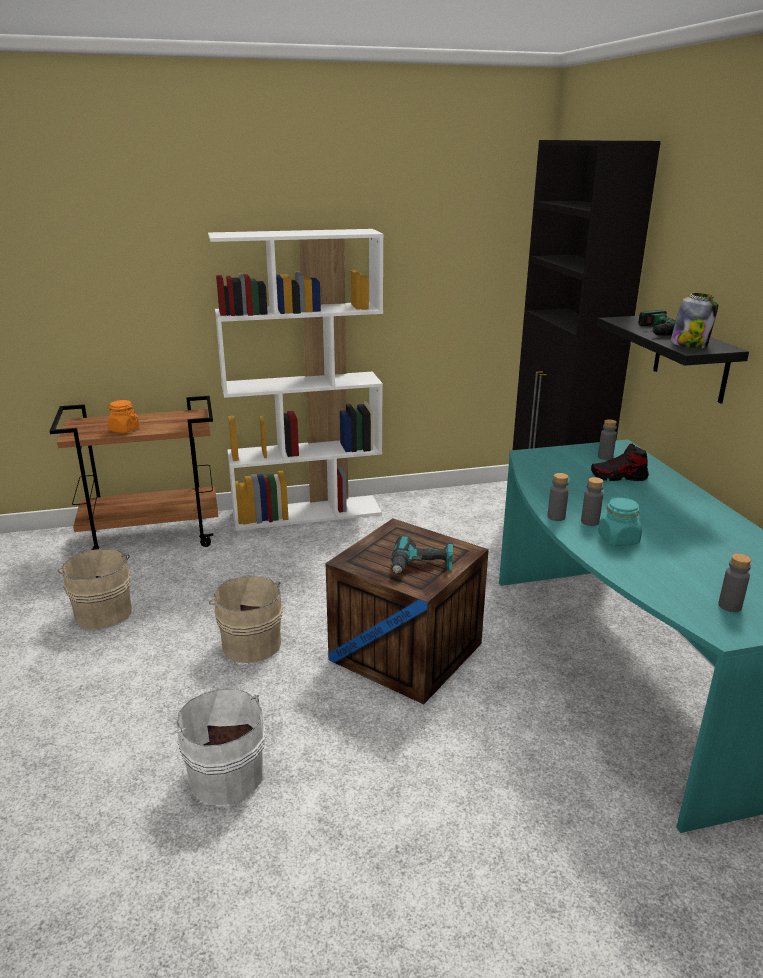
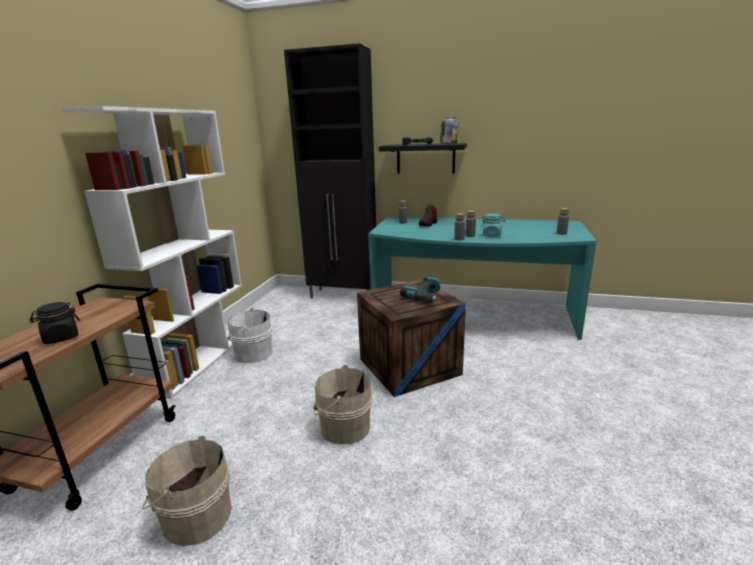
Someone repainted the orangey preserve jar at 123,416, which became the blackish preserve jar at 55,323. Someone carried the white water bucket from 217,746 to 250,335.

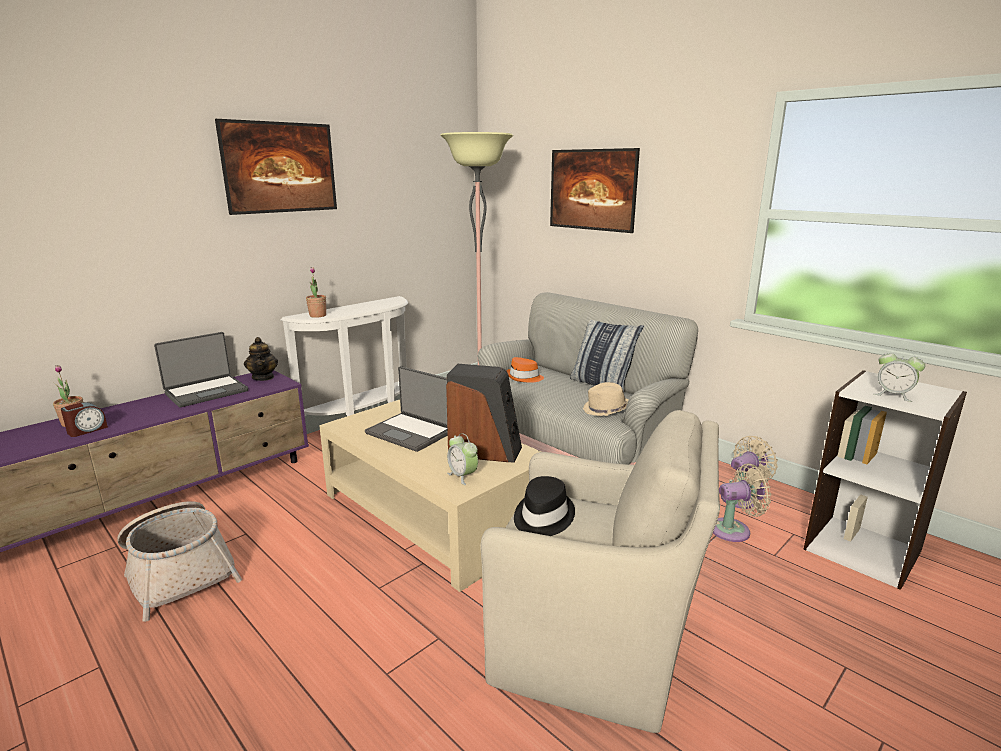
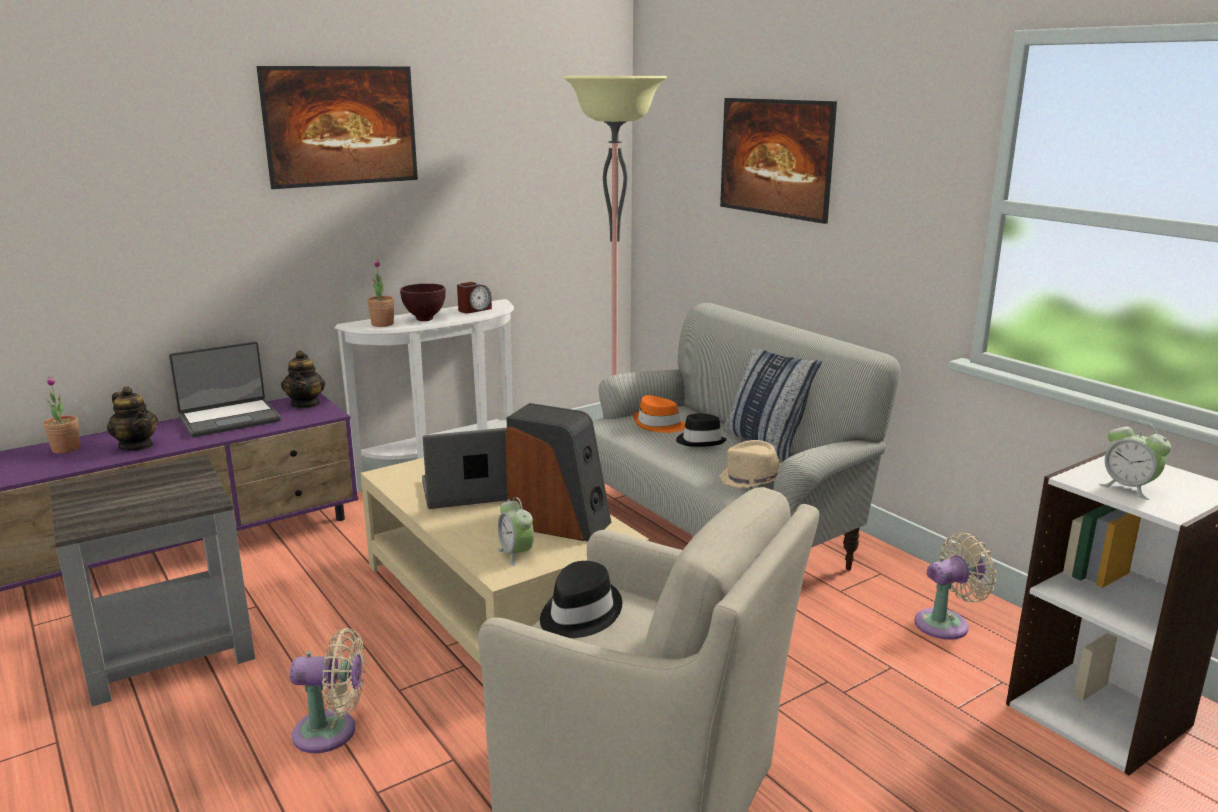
Someone swapped the storage basket at 179,561 for the grey accent table at 152,581. Someone put down the pot for tea at 132,418. Someone carried the sand-coloured fan from 742,503 to 327,690. Someone put down the brown-coloured bowl at 423,302. Someone rotated the laptop at 406,409 by 120 degrees clockwise. Someone carried the alarm clock from 84,419 to 474,297. Someone put down the blackish clothing hat at 701,430.

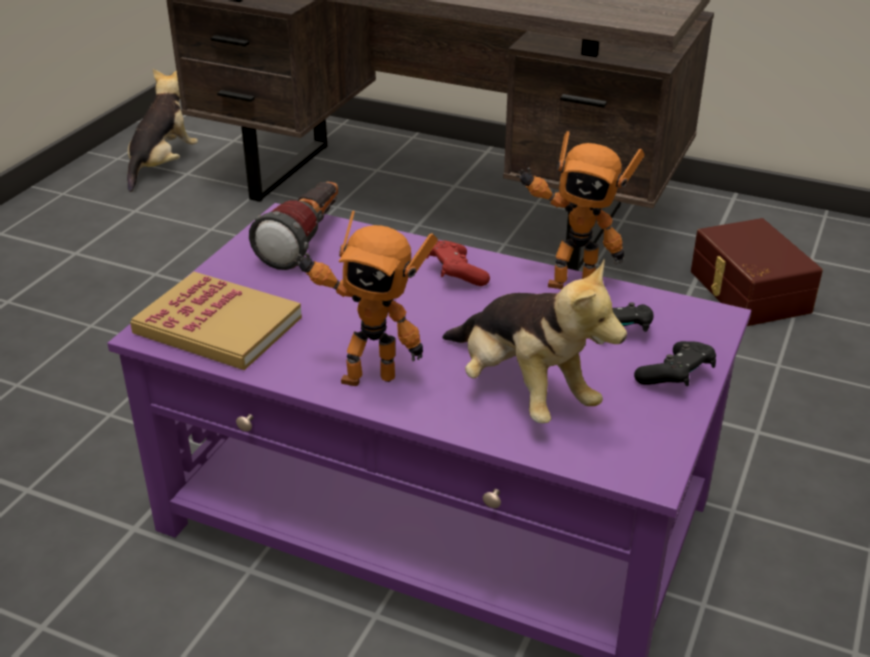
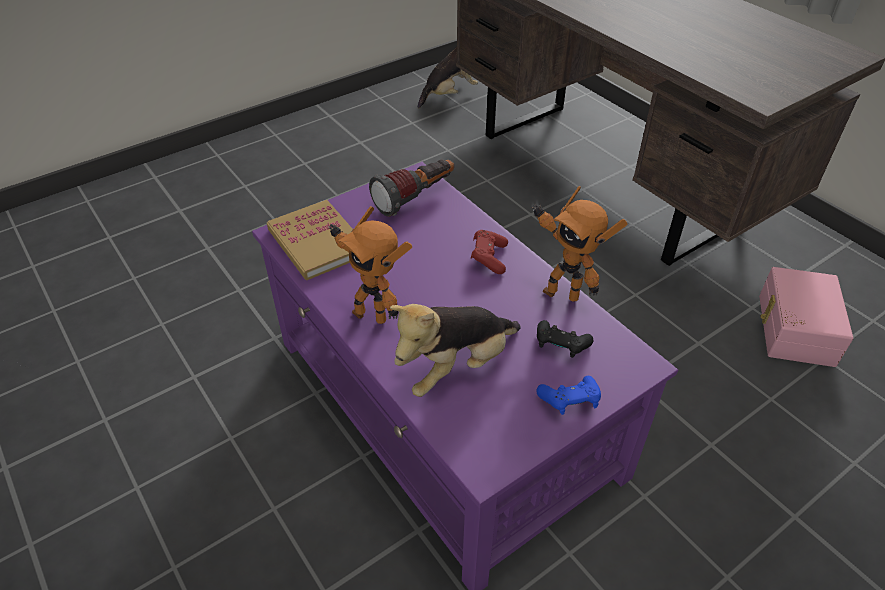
Someone rotated the soft toy at 534,341 by 60 degrees clockwise. Someone repainted the blackish game controller at 675,363, which became the blue-coloured game controller at 568,395. Someone repainted the brown-coloured storage box at 757,272, which became the pink-coloured storage box at 806,317.

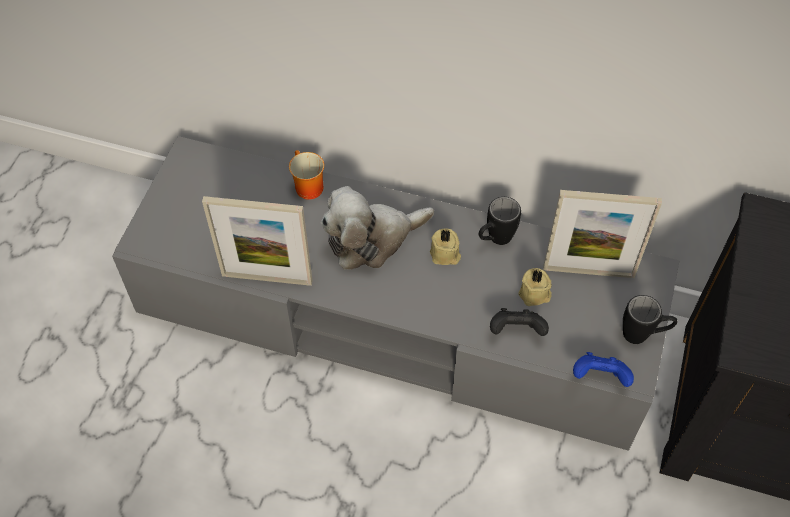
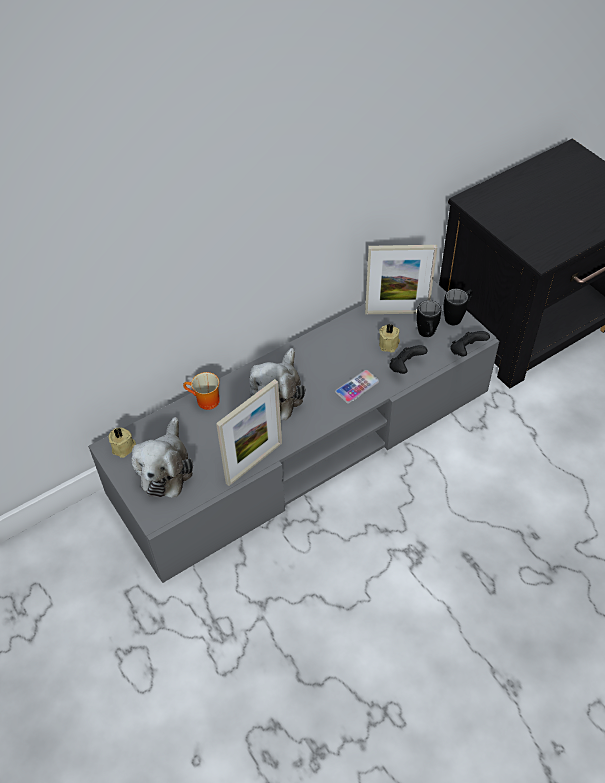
Someone carried the sand-coloured wax light from 445,246 to 122,442. Someone put down the soft toy at 162,457. Someone put down the telephone at 357,387. Someone rotated the picture frame at 602,234 by 45 degrees clockwise. Someone carried the blackish mug from 500,221 to 428,318. Someone repainted the blue-coloured game controller at 603,369, which became the blackish game controller at 470,343.

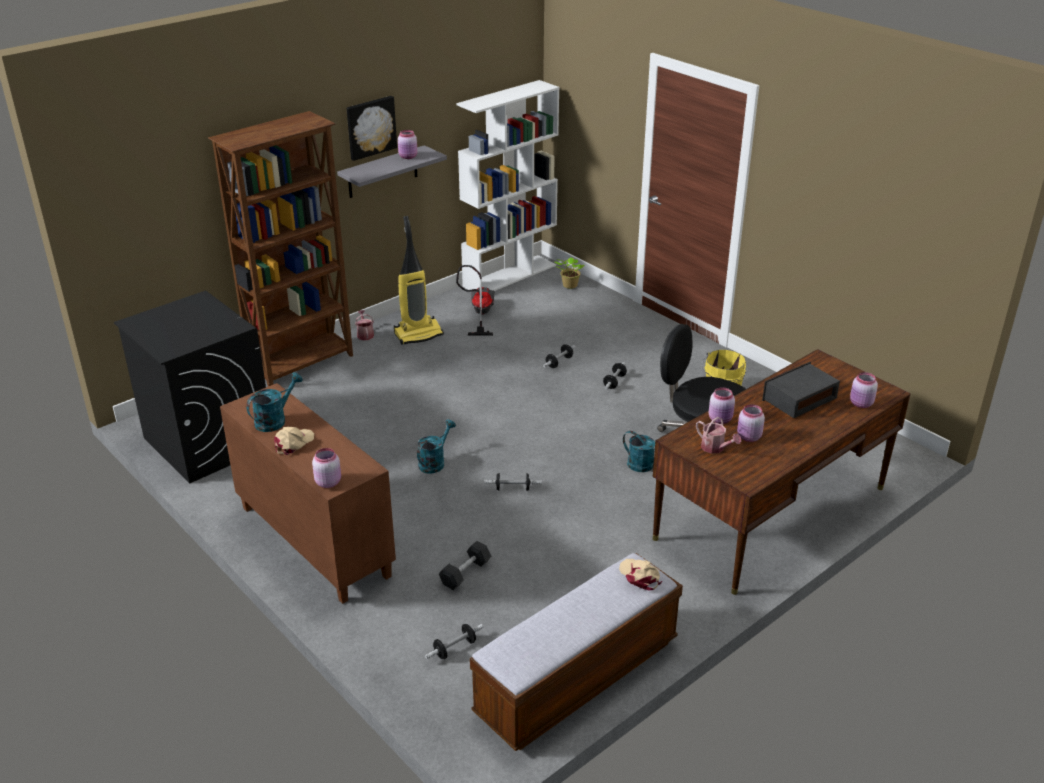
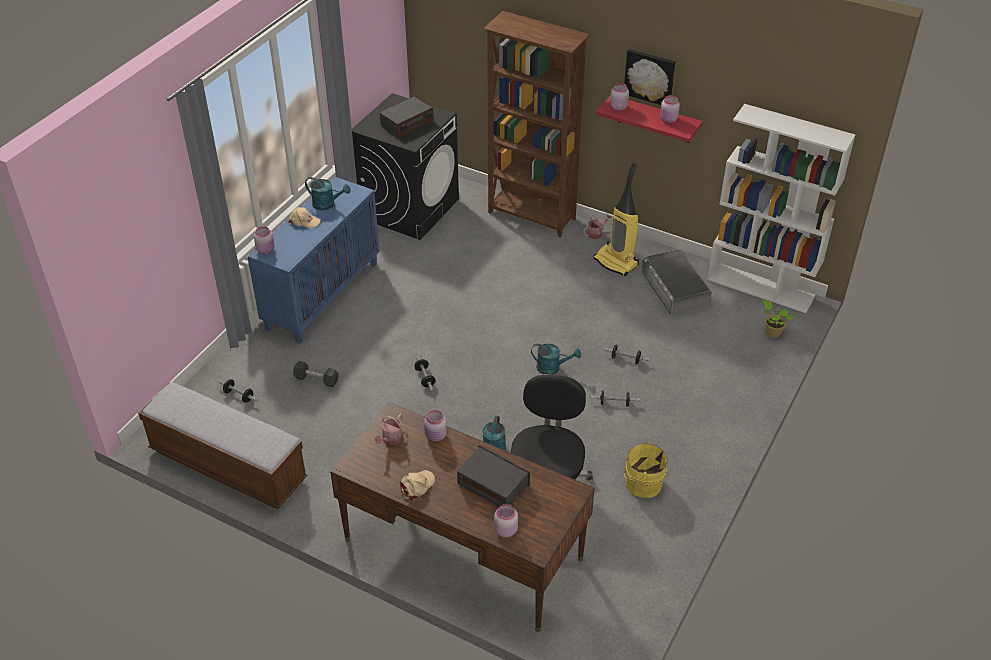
Someone repainted the brown-coloured cupboard at 308,493, which became the blue-coloured cupboard at 313,260. Someone put down the radio at 407,117. Someone carried the sand-coloured peaked cap from 641,575 to 417,485. Someone carried the blue-green sprinkling can from 436,446 to 556,358. Someone repainted the grey bracket shelf at 392,171, which became the reddish bracket shelf at 649,119. Someone carried the pink-coloured preserve jar from 751,423 to 619,97. Someone swapped the hoover at 475,300 for the grey storage box at 677,282.

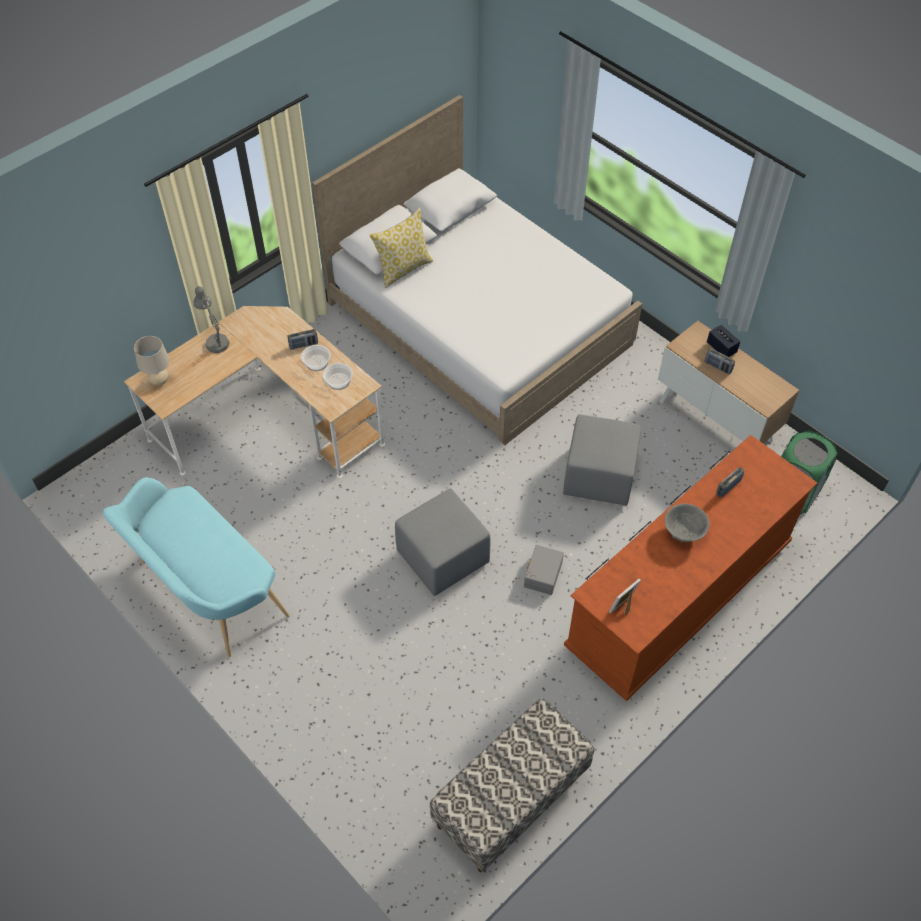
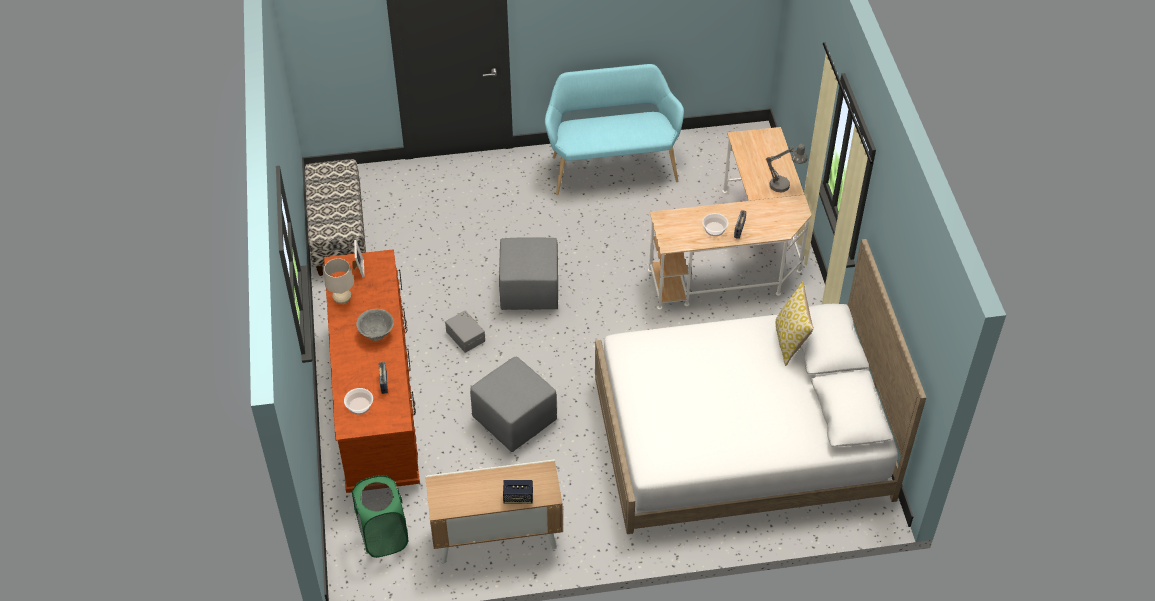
Someone carried the sand-coloured lamp for a table from 152,361 to 339,281. Someone carried the bowl from 338,376 to 358,401. Someone took away the radio at 720,361.

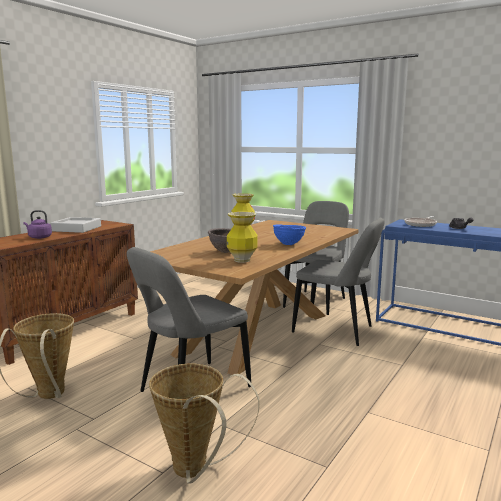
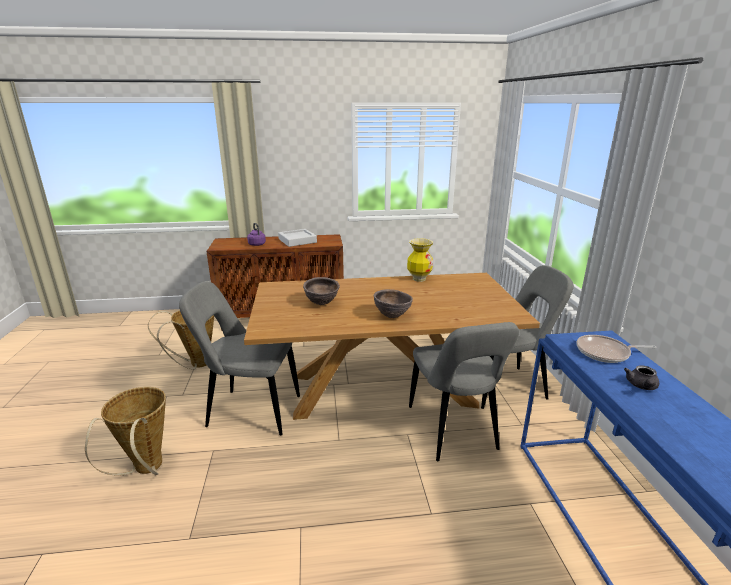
Someone repainted the blue-coloured bowl at 289,234, which became the brown-coloured bowl at 393,303. Someone took away the decorative vase at 242,237.

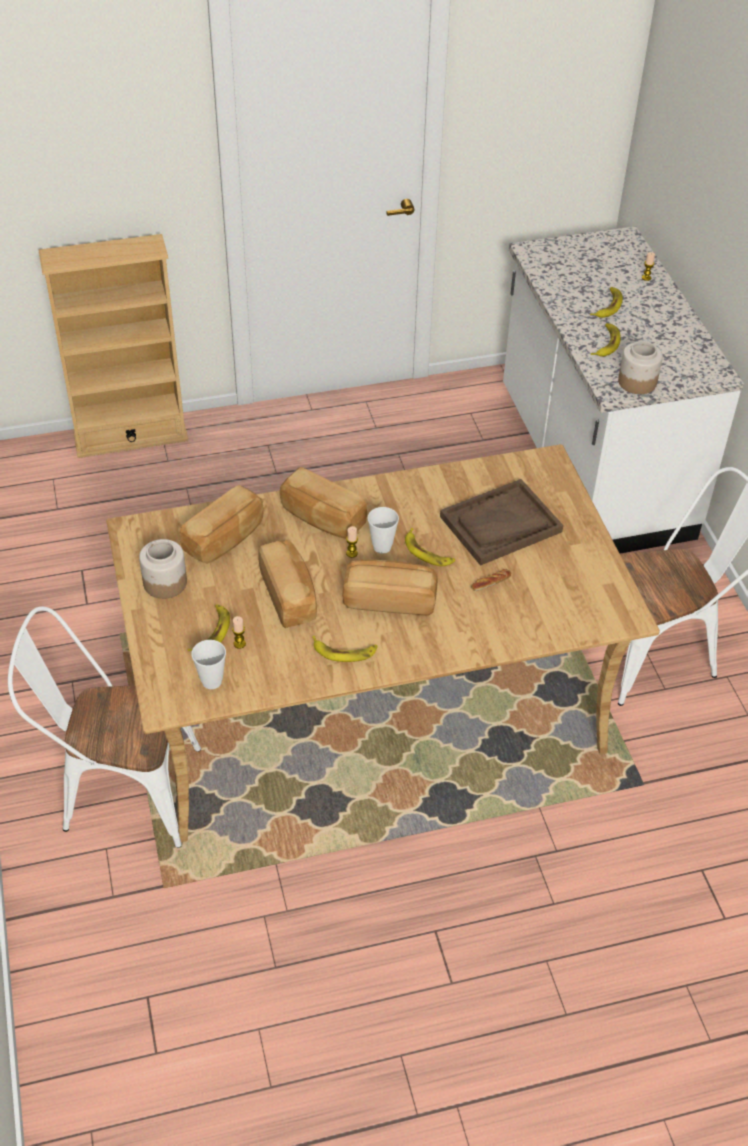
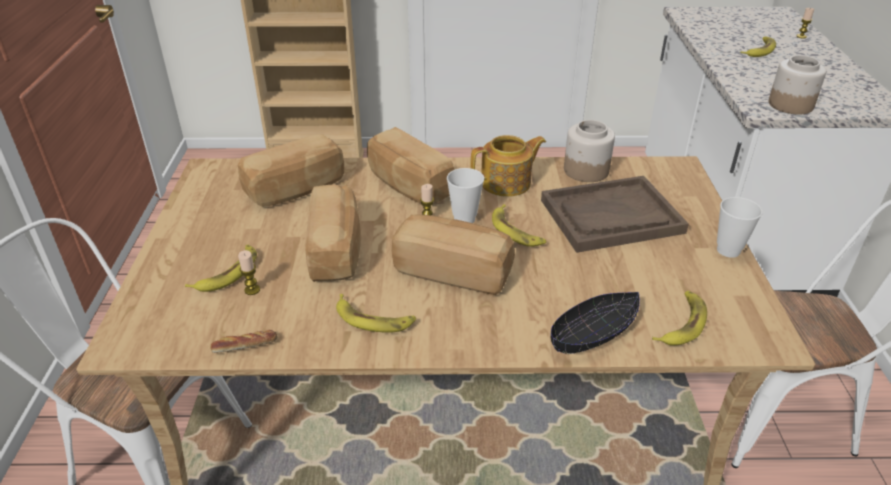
Someone carried the bakery bread from 491,580 to 243,341. Someone put down the pot for tea at 508,166. Someone put down the blackish bowl at 595,323. Someone carried the preserve jar from 163,569 to 589,151. Someone carried the banana from 606,340 to 679,318. Someone carried the small cup from 208,664 to 740,227.

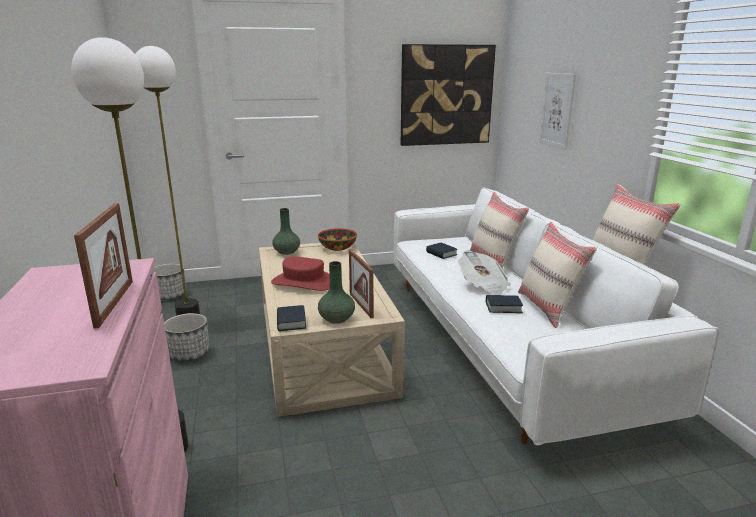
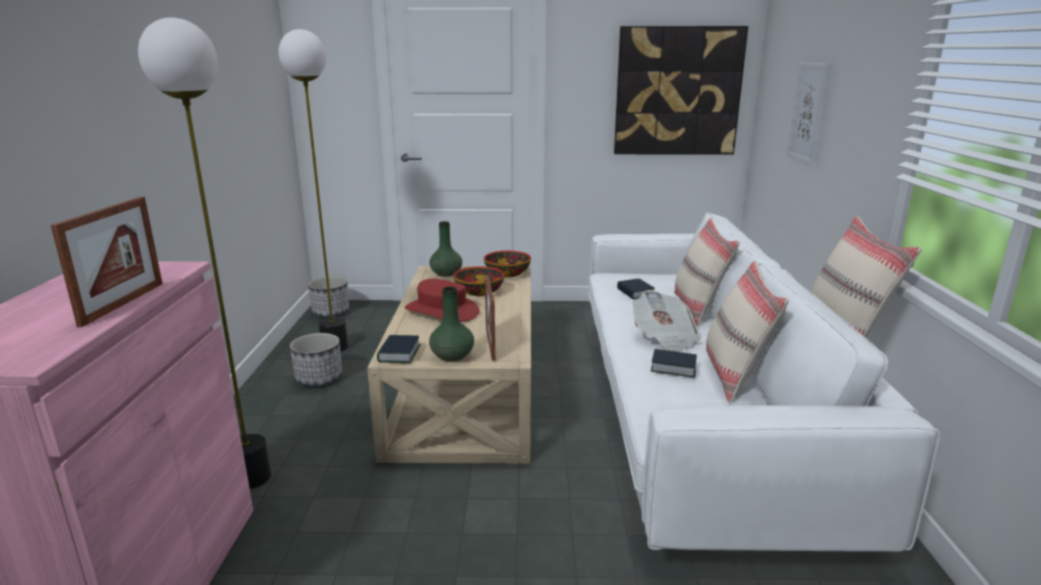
Someone put down the bowl at 478,281.

